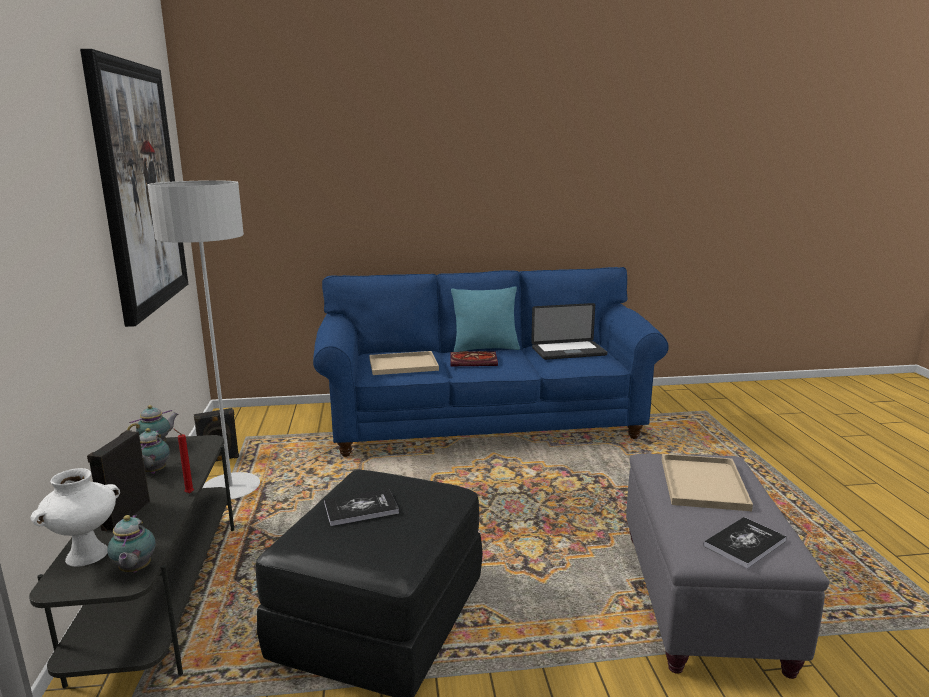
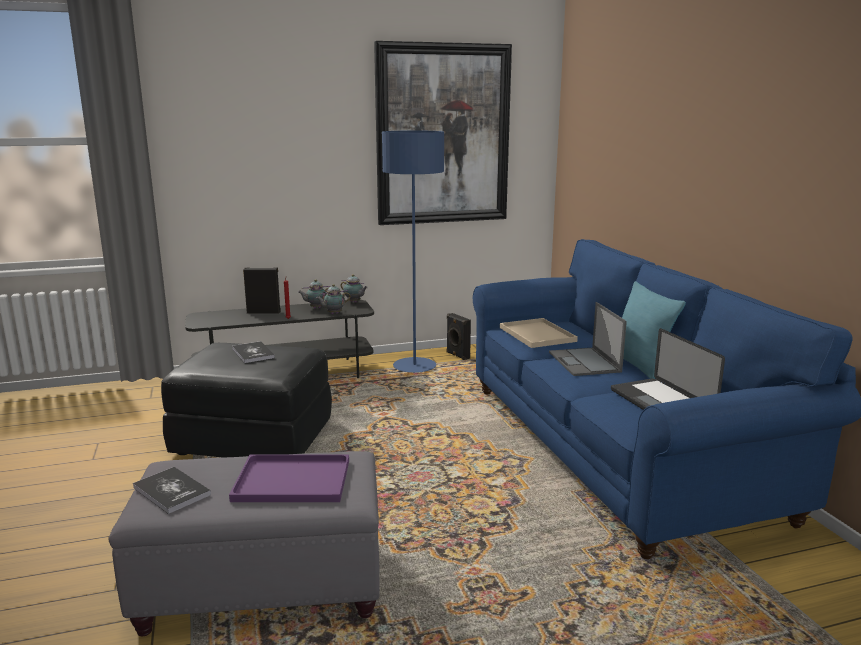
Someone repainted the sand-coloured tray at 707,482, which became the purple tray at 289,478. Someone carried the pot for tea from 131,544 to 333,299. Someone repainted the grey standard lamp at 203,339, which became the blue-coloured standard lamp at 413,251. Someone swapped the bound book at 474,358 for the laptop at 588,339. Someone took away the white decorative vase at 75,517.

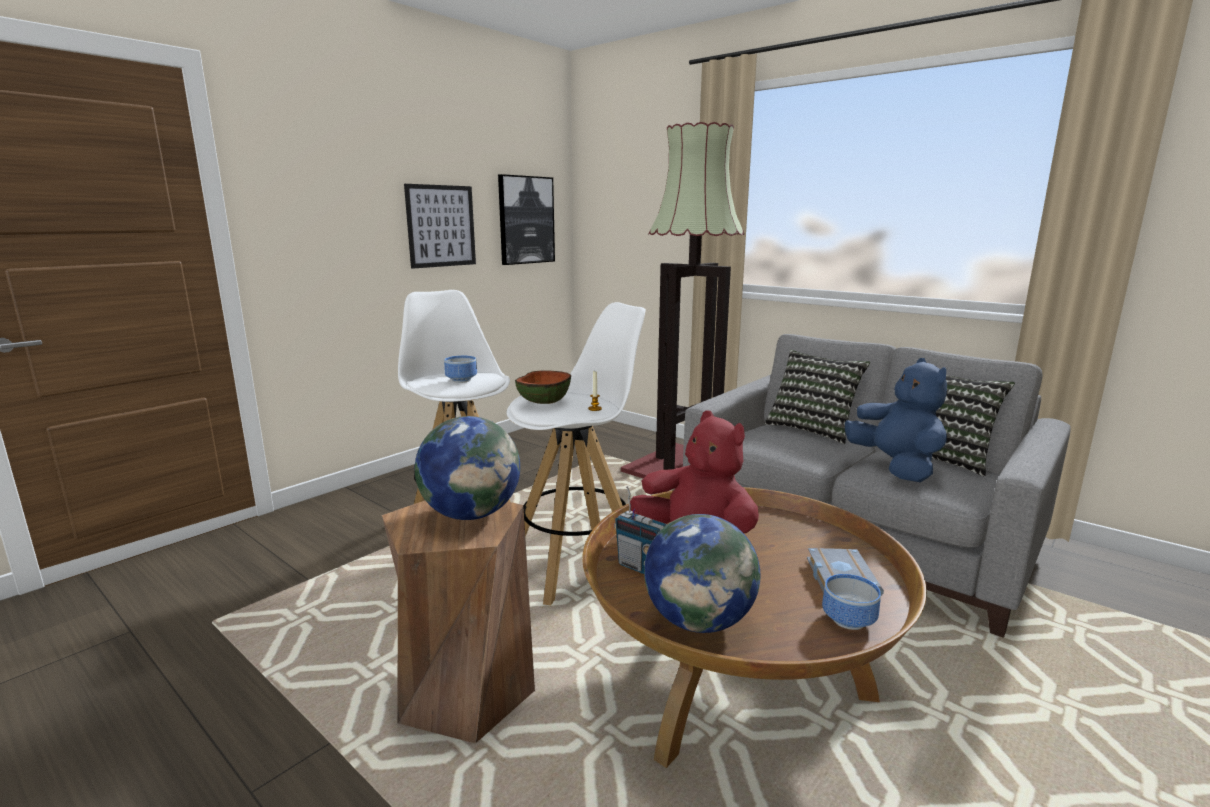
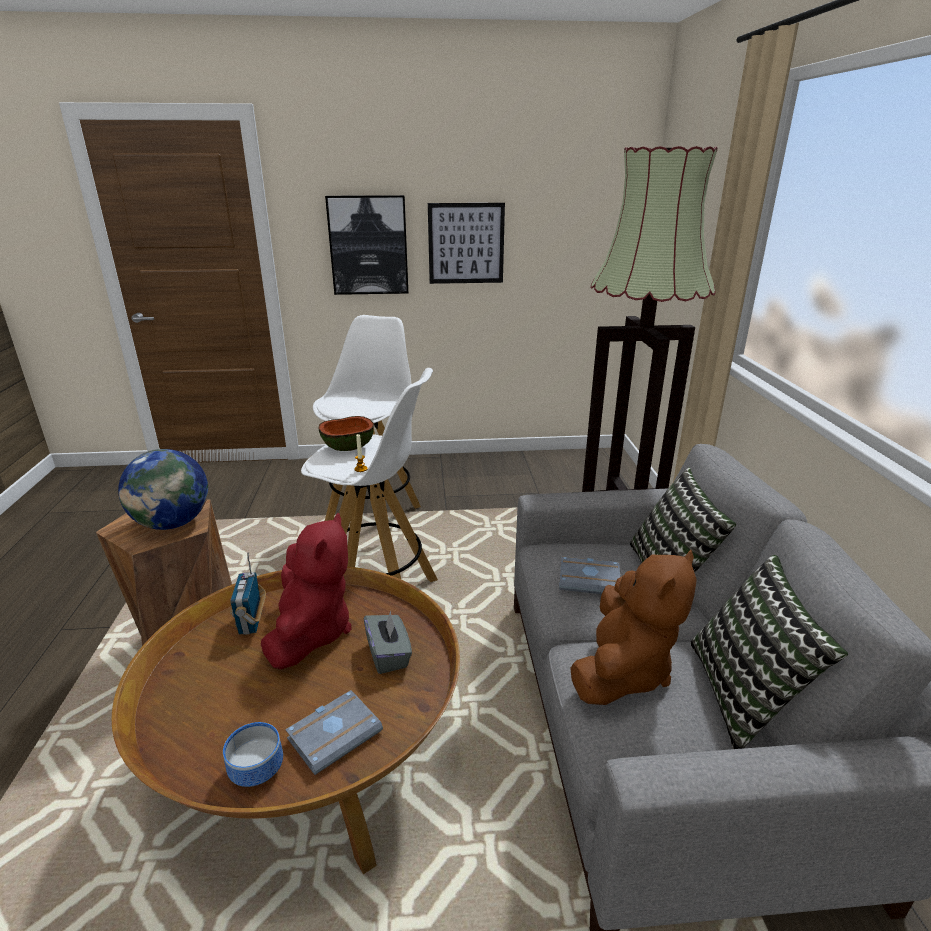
Someone carried the wall picture from 526,219 to 366,245. Someone put down the grey box of tissues at 388,642. Someone put down the grey bound book at 589,575. Someone repainted the blue-coloured soft toy at 896,420, which became the brown-coloured soft toy at 633,627. Someone took away the bowl at 460,369. Someone took away the desk globe at 702,573.

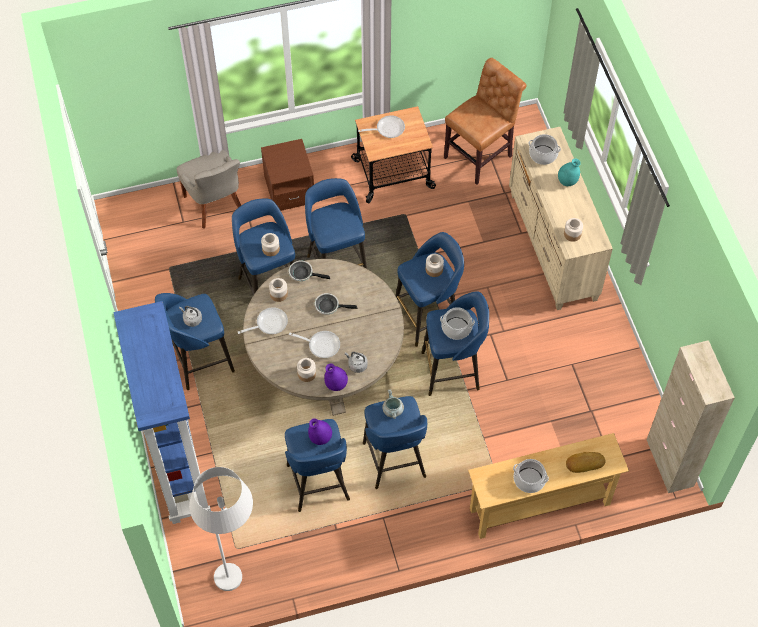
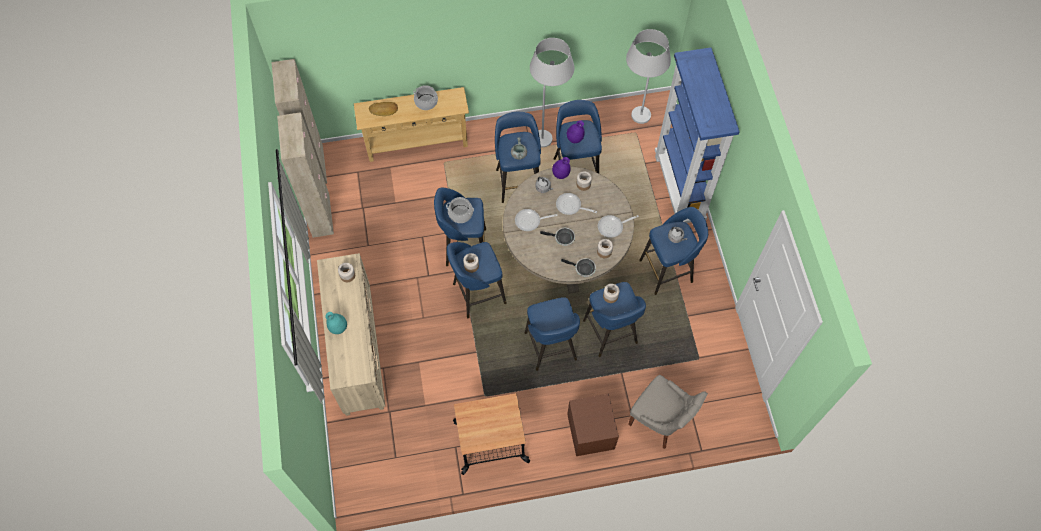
Someone put down the sand-coloured cupboard at 305,175. Someone carried the frying pan from 381,126 to 536,220. Someone put down the white standard lamp at 552,92. Someone rotated the grey plain chair at 208,189 by 150 degrees clockwise. Someone took away the brown-coloured plain chair at 485,121. Someone took away the stockpot at 544,149.

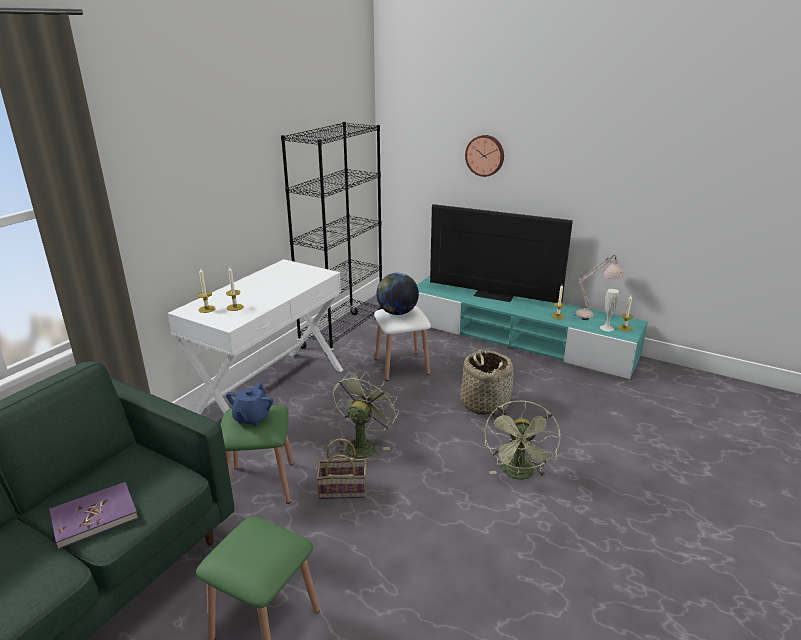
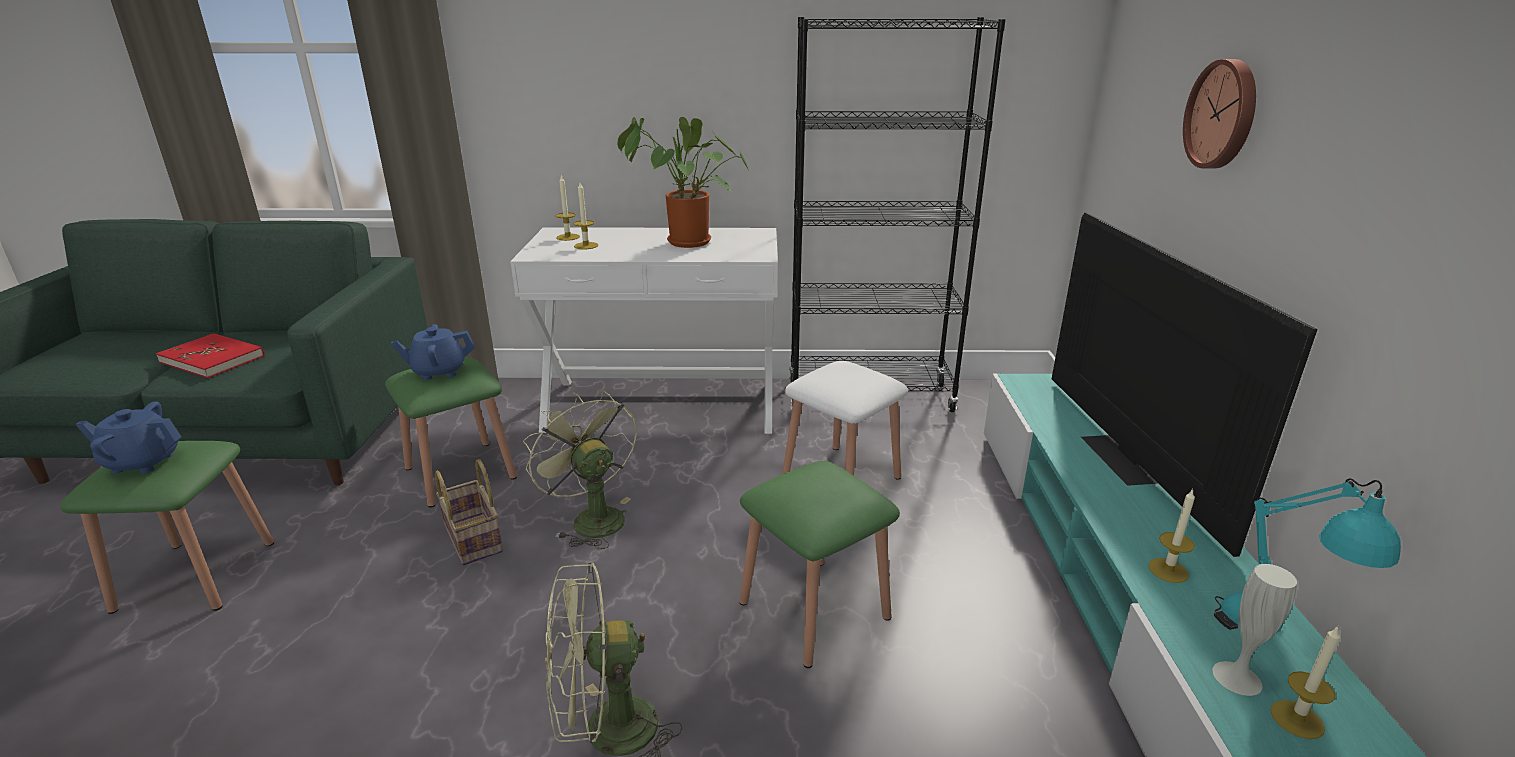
Someone put down the blue-coloured pot for tea at 128,437. Someone repainted the purple bound book at 93,515, which became the reddish bound book at 210,355. Someone rotated the greenish fan at 366,415 by 120 degrees counterclockwise. Someone put down the houseplant at 683,182. Someone swapped the storage basket at 487,382 for the greenish stool seat at 819,564. Someone repainted the sand-coloured lamp for a table at 598,287, which became the blue-green lamp for a table at 1307,555. Someone took away the desk globe at 397,294.

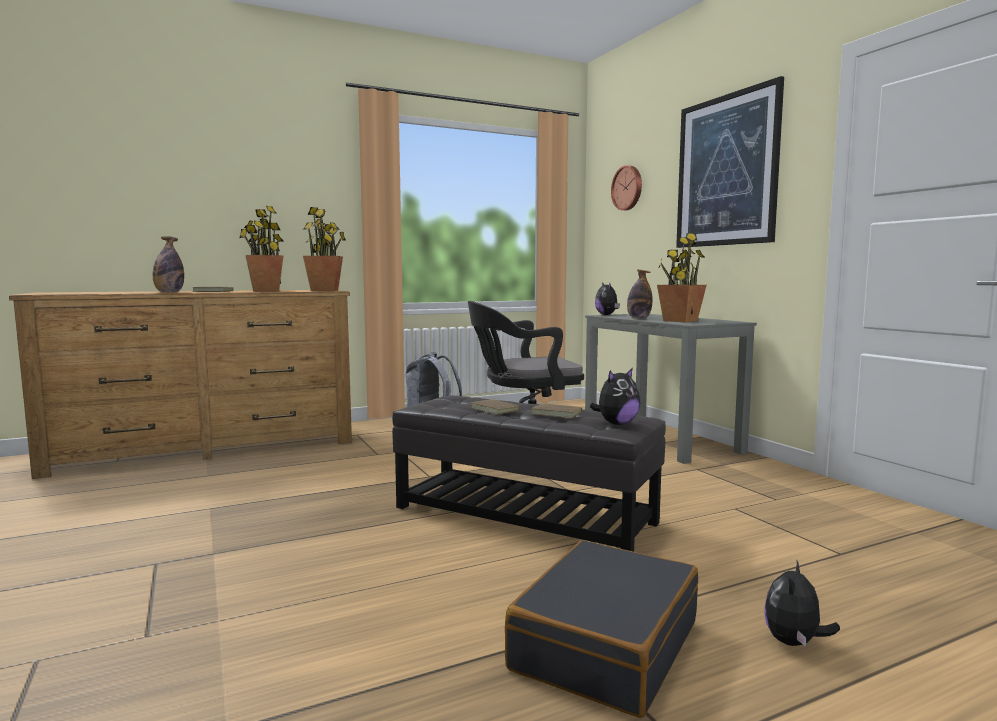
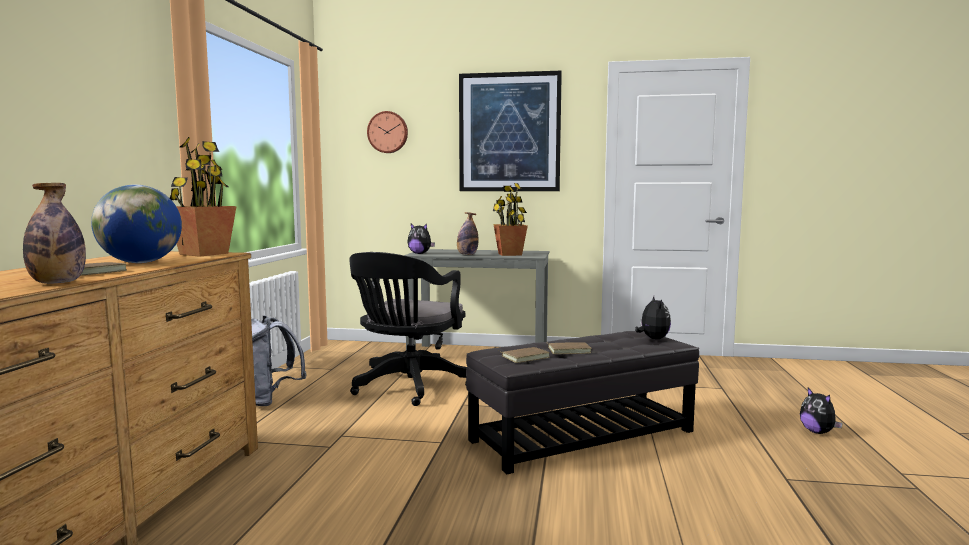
Someone swapped the houseplant at 261,249 for the desk globe at 136,224. Someone carried the brown-coloured bound book from 556,410 to 524,355. Someone took away the blackish piece of luggage at 601,629.

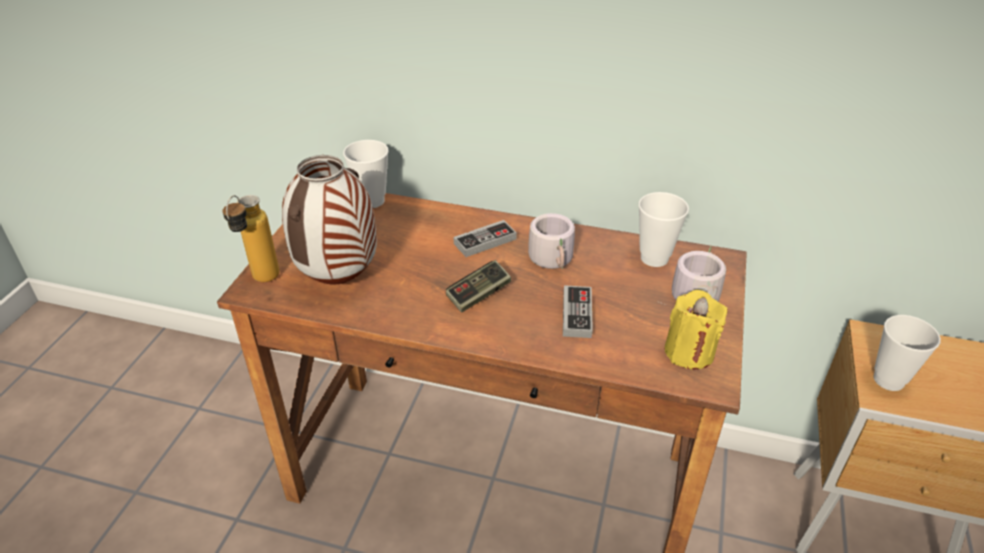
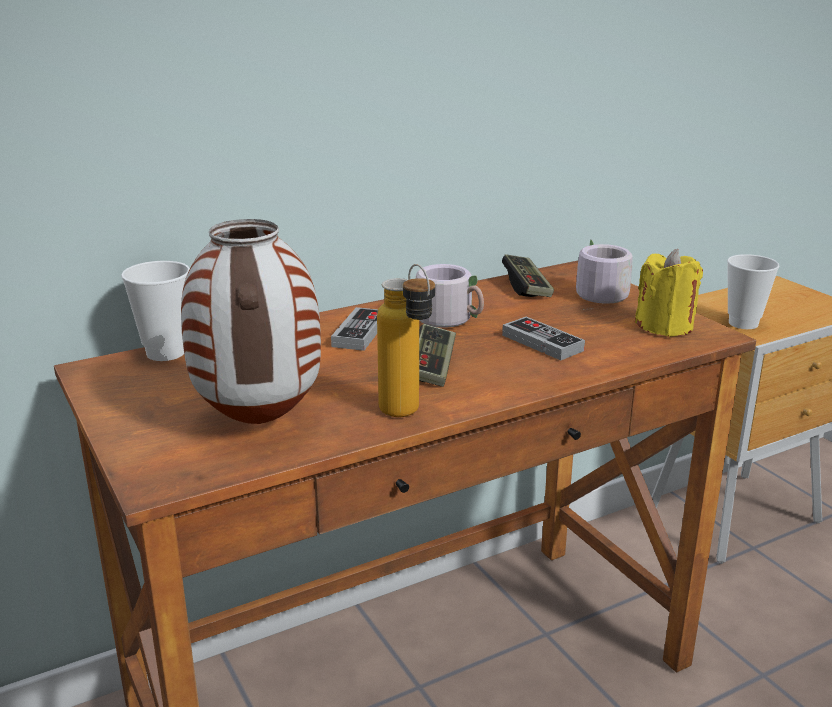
Someone carried the beverage bottle from 251,238 to 406,340. Someone swapped the small cup at 663,229 for the game controller at 528,275.

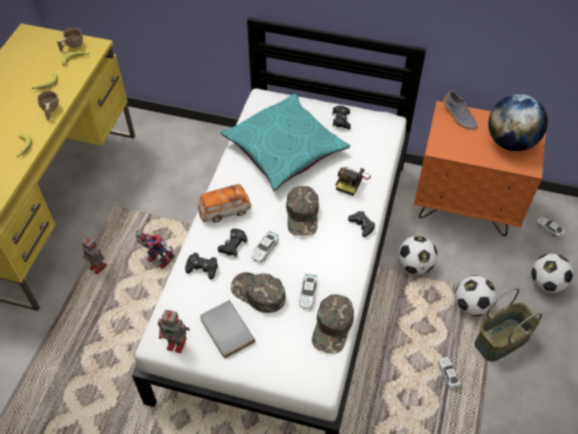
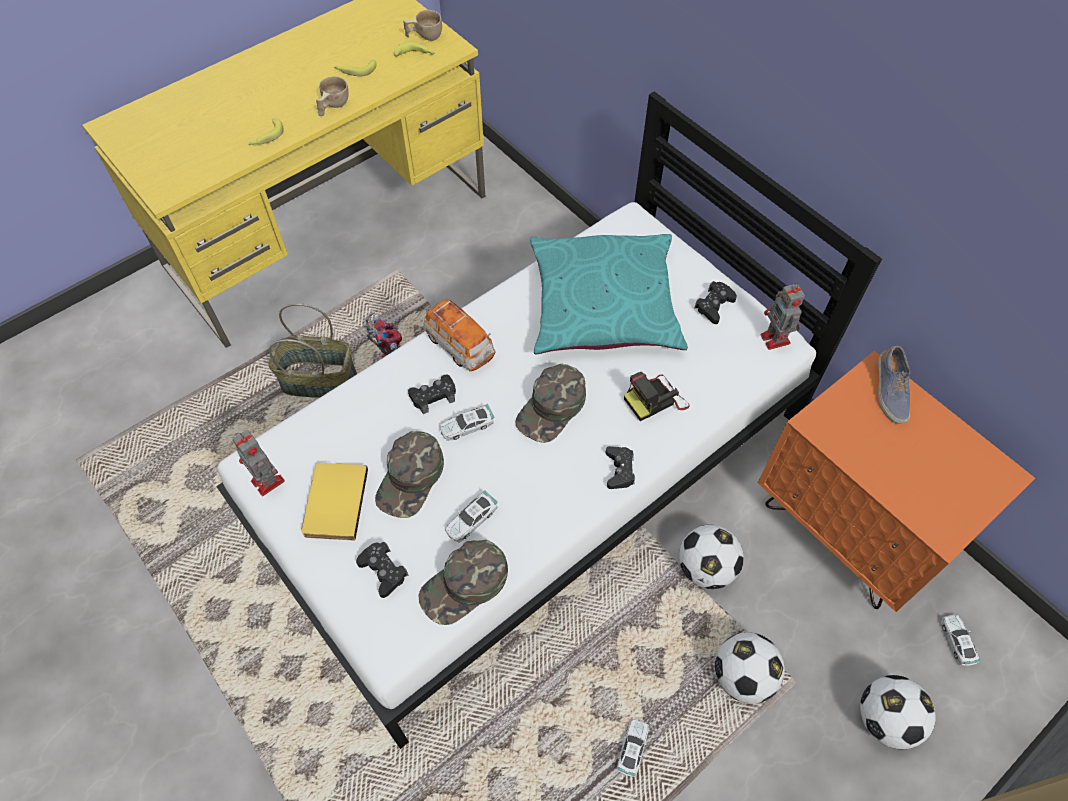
Someone carried the storage basket from 508,325 to 312,350. Someone repainted the grey bound book at 227,329, which became the yellow bound book at 334,502. Someone carried the blackish game controller from 201,266 to 382,570. Someone rotated the greenish peaked cap at 258,292 by 135 degrees counterclockwise. Someone rotated the toy car at 224,203 by 150 degrees counterclockwise. Someone carried the model robot from 94,255 to 782,316. Someone took away the desk globe at 518,122.

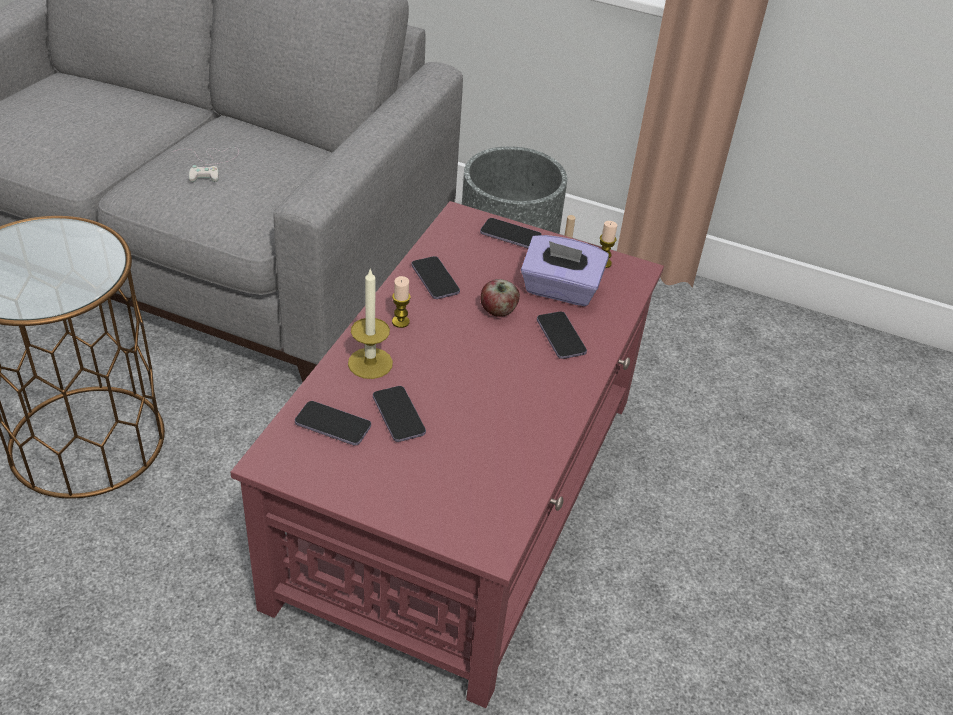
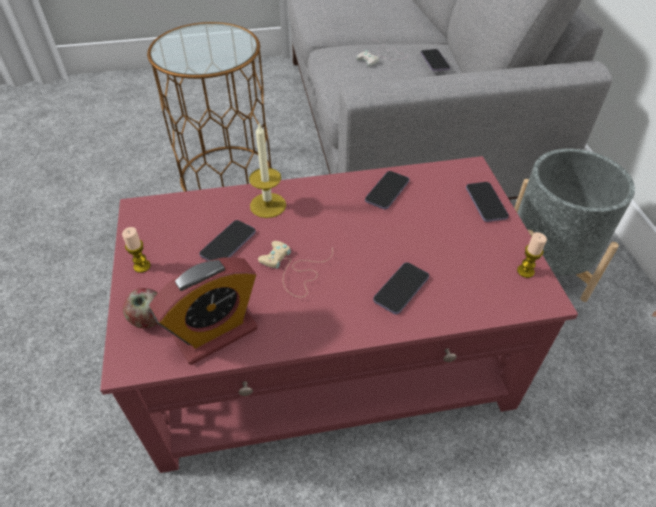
Someone carried the wax light from 401,302 to 136,250. Someone carried the apple fruit from 500,298 to 140,308. Someone put down the alarm clock at 203,311. Someone put down the sand-coloured game controller at 295,269. Someone carried the telephone from 333,423 to 435,60. Someone took away the purple box of tissues at 565,270.

